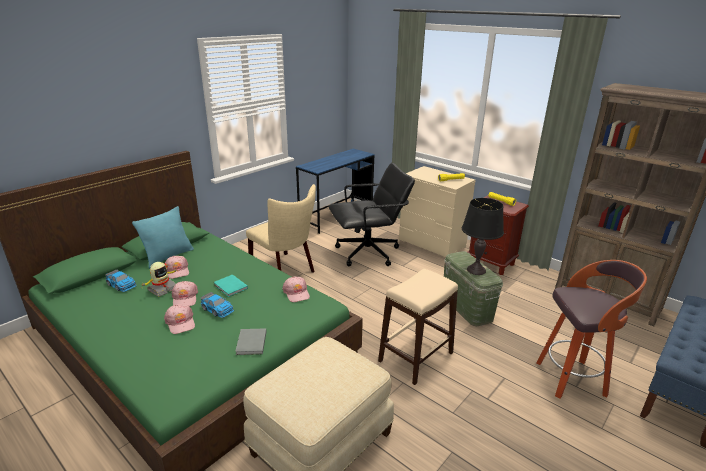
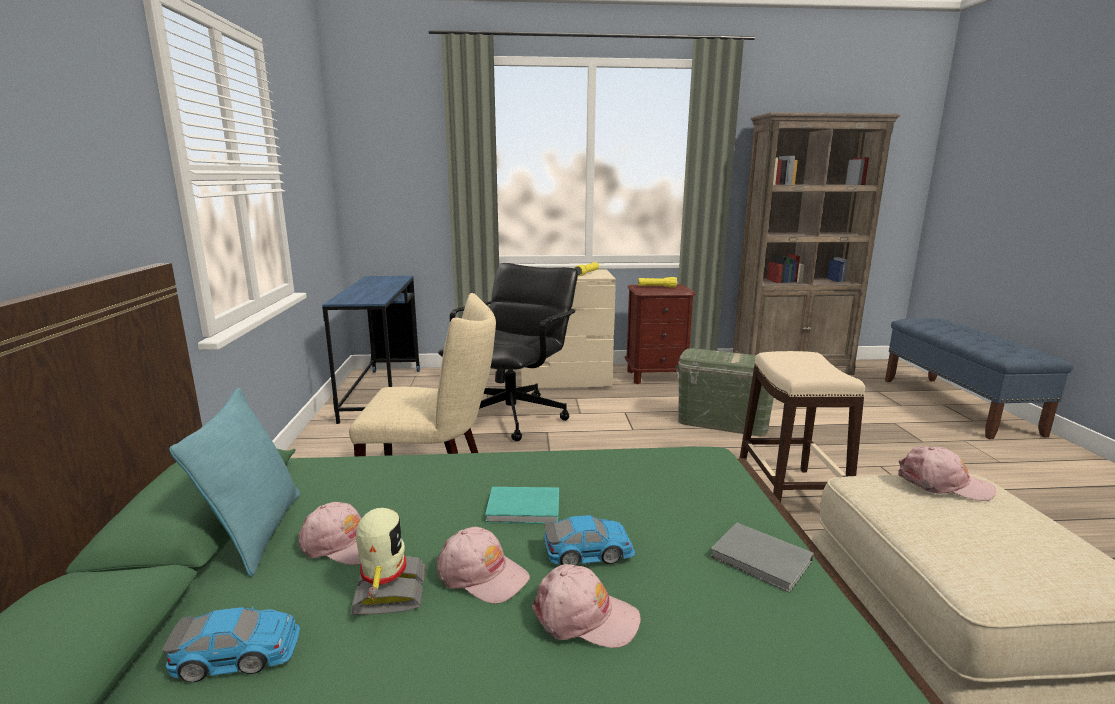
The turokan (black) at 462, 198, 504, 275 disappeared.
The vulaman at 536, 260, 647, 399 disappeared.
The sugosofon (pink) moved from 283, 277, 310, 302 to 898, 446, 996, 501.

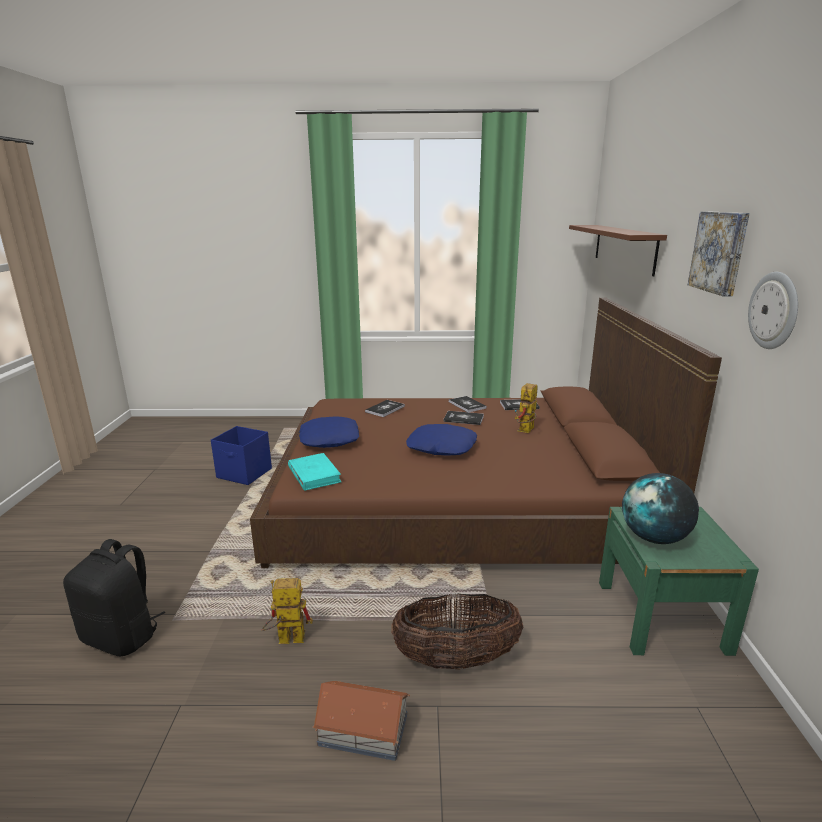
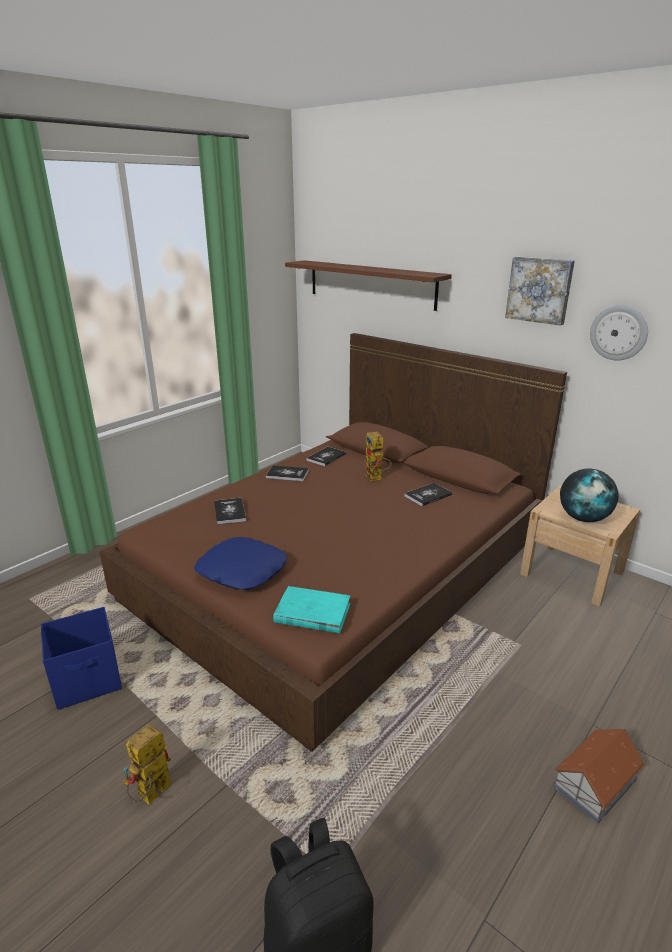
The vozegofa at 391, 593, 523, 669 disappeared.
The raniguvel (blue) at 406, 424, 477, 456 disappeared.
The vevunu moved from 262, 578, 313, 644 to 123, 724, 172, 805.
The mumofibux moved from 443, 411, 484, 425 to 404, 483, 452, 506.
The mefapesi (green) at 599, 507, 759, 656 became the mefapesi (beige) at 520, 485, 640, 607.

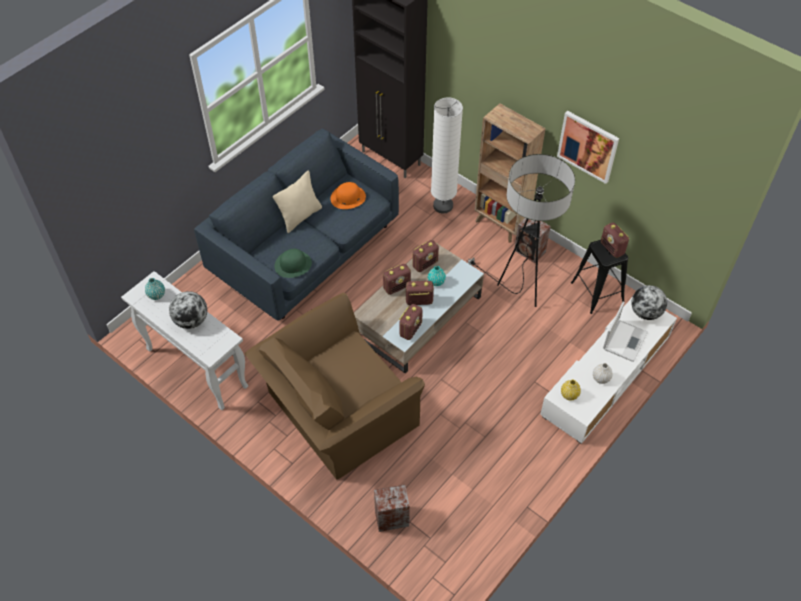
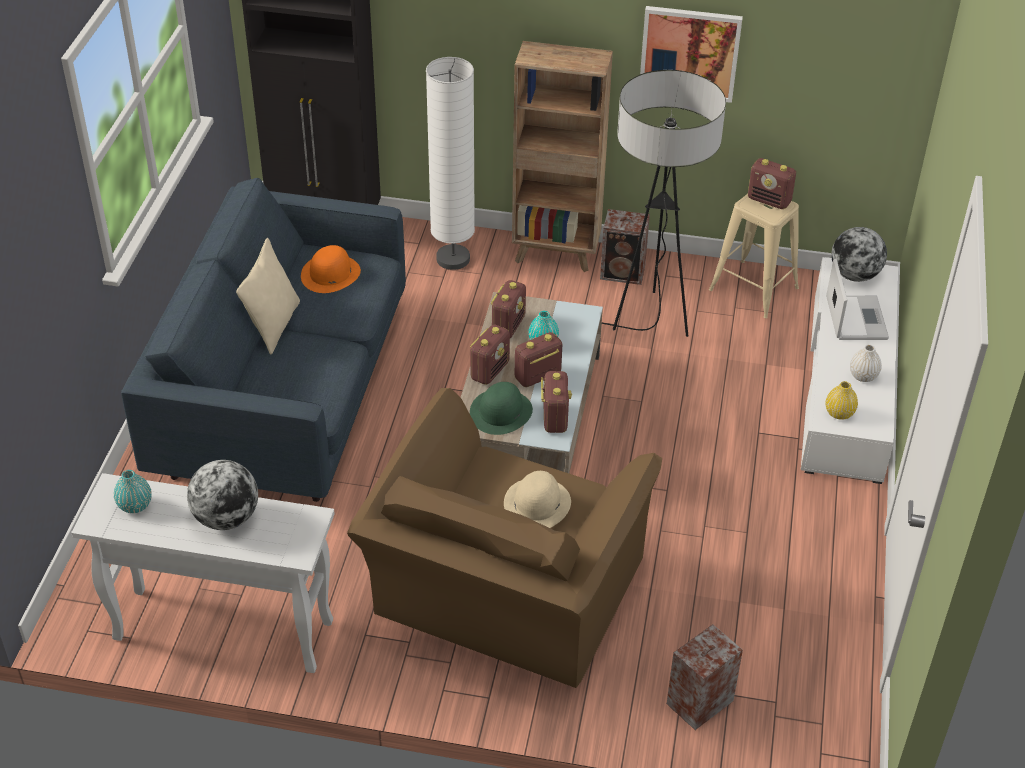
The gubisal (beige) at 504, 471, 571, 528 appeared.
The gubisal (green) moved from 275, 249, 312, 278 to 470, 382, 533, 435.
The vulaman (black) at 571, 240, 628, 314 became the vulaman (beige) at 709, 194, 799, 318.

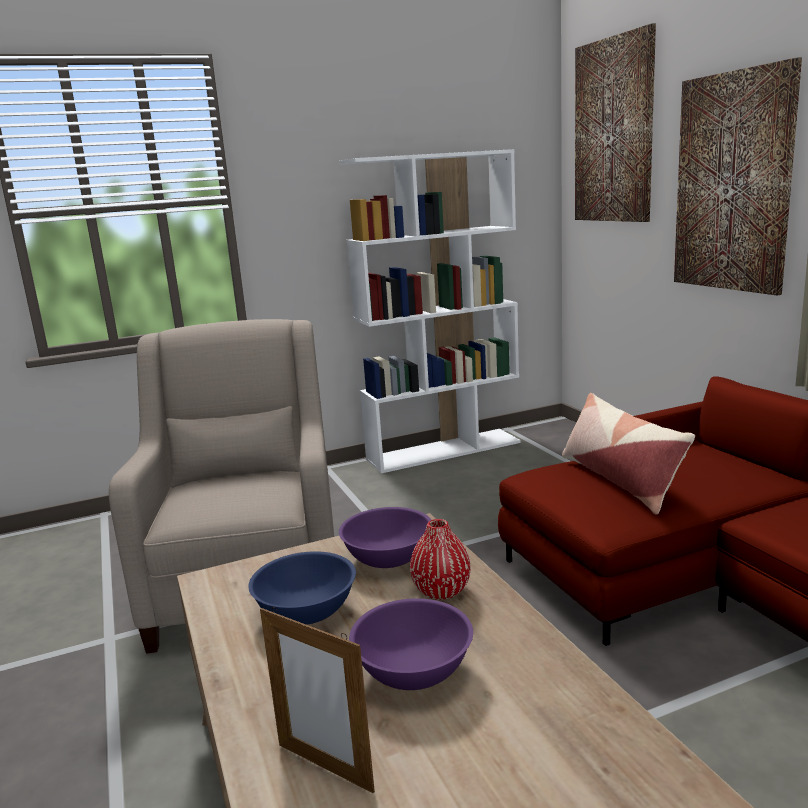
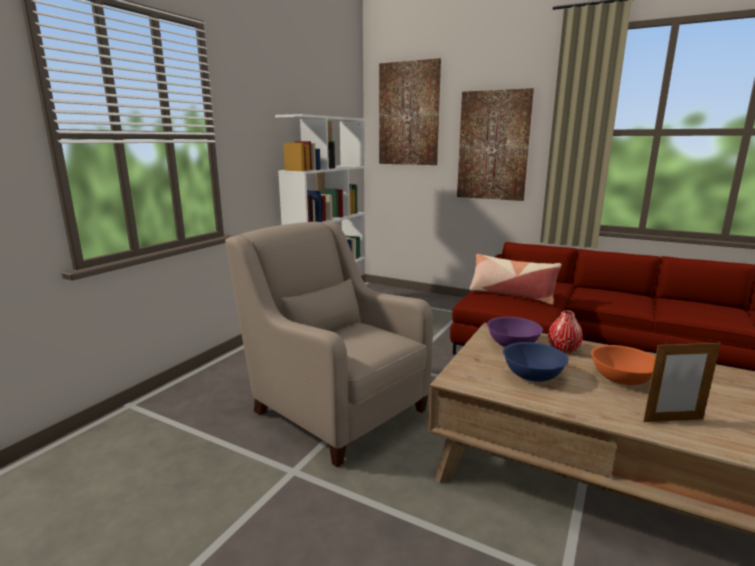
The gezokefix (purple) at 349, 598, 473, 690 became the gezokefix (orange) at 591, 345, 655, 385.

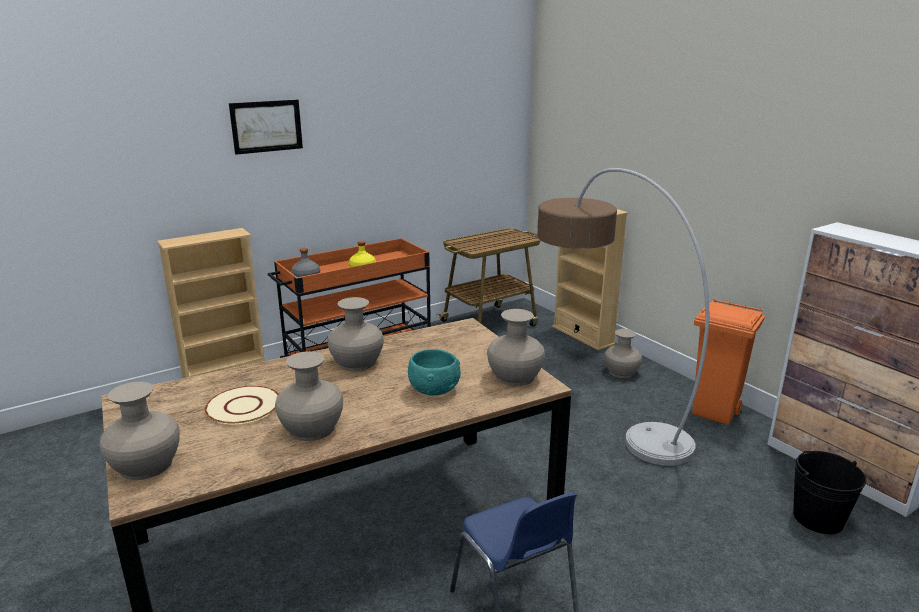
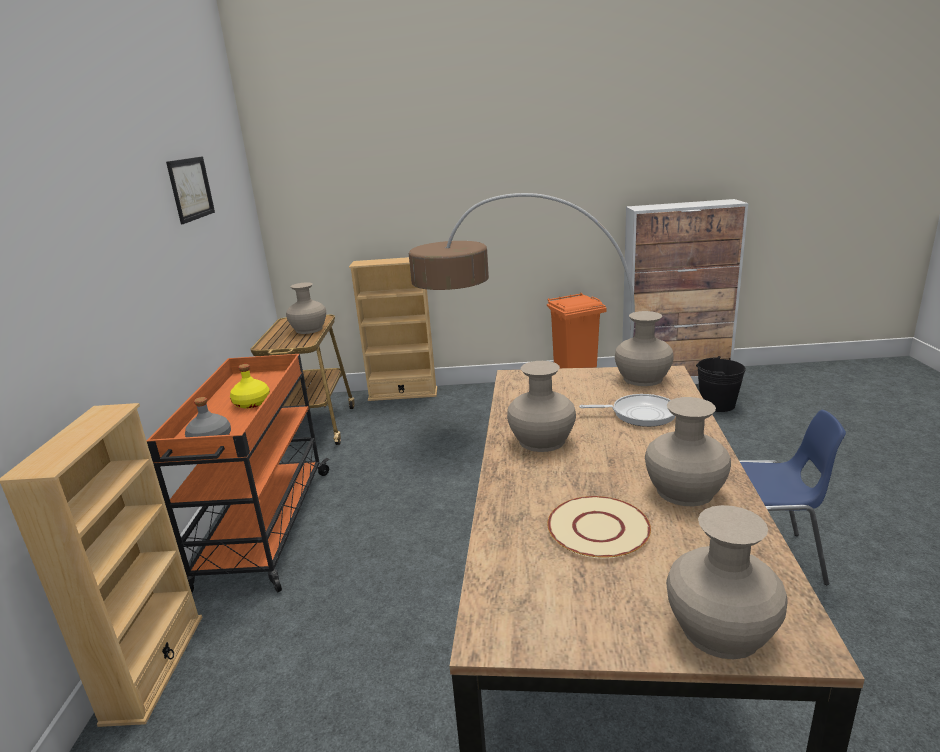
The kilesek moved from 229, 100, 303, 155 to 166, 157, 215, 224.
The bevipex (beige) moved from 604, 329, 642, 378 to 286, 282, 326, 334.
The gezokefix (turquoise) at 408, 349, 461, 395 was replaced by the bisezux at 579, 394, 676, 427.

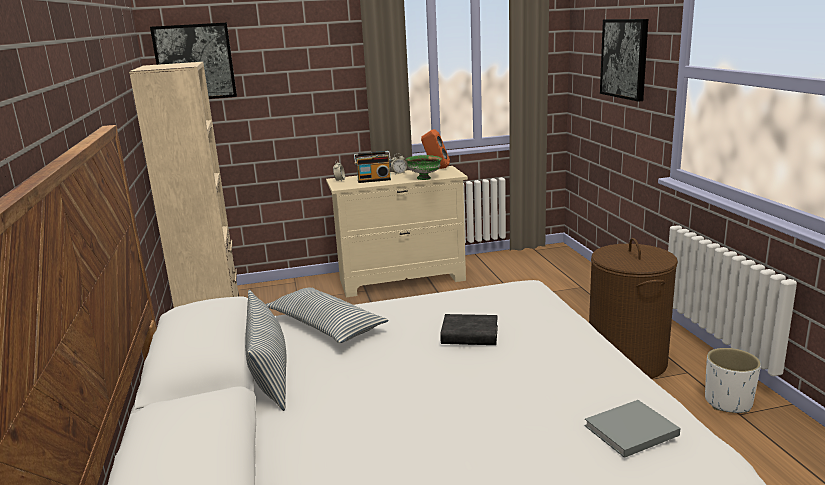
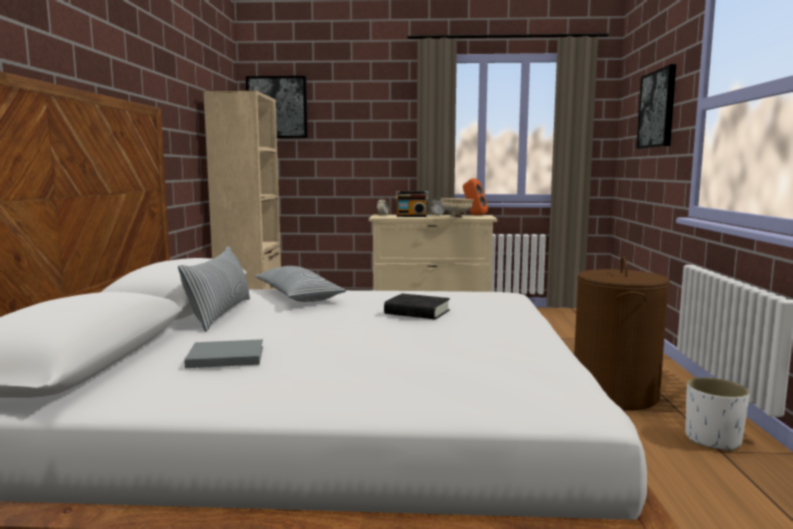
The mumofibux (grey) moved from 585, 400, 680, 458 to 184, 339, 263, 368.
The gezokefix (green) at 406, 155, 442, 180 became the gezokefix (beige) at 441, 198, 474, 218.

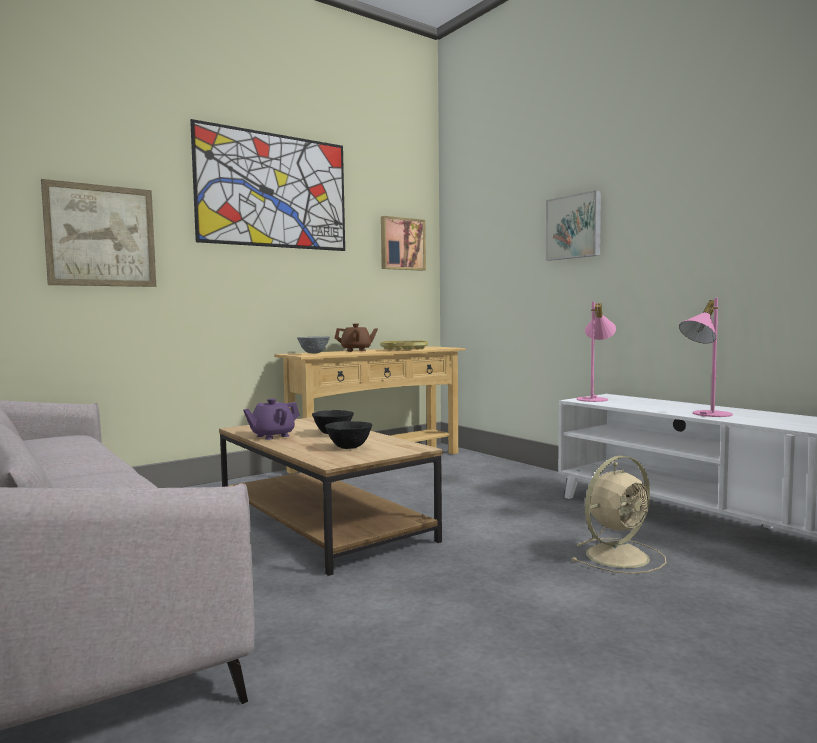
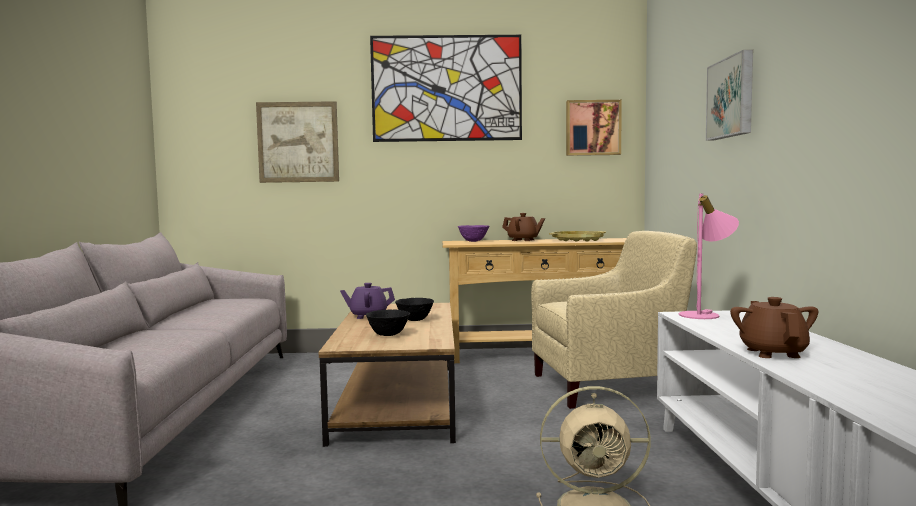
The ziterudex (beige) at 531, 231, 697, 409 appeared.
The turokan (pink) at 679, 298, 733, 417 was replaced by the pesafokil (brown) at 730, 297, 818, 358.
The gezokefix (grey) at 297, 336, 330, 354 became the gezokefix (purple) at 458, 225, 489, 242.

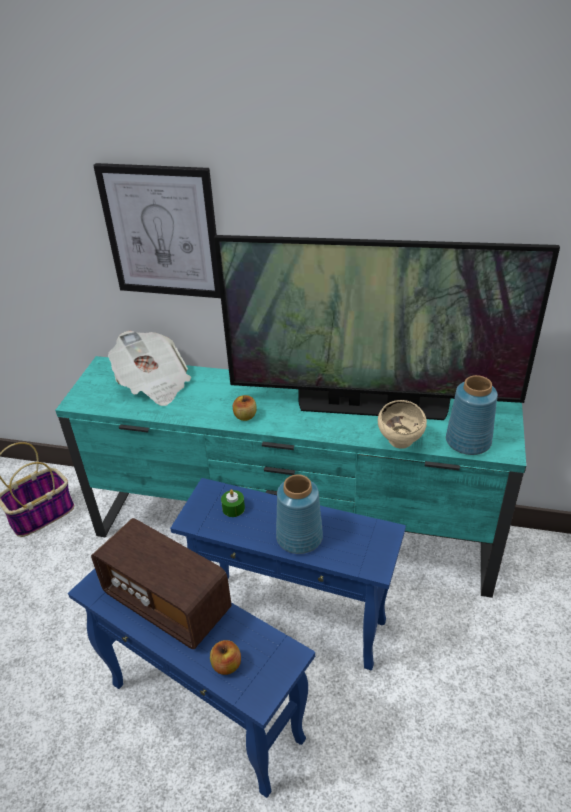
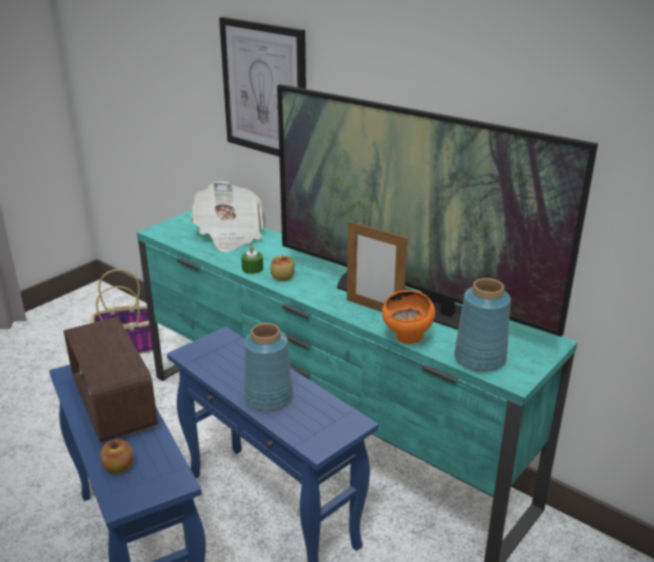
The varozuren at 347, 220, 408, 312 appeared.
The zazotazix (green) moved from 221, 489, 245, 517 to 241, 246, 263, 274.
The gezokefix (beige) at 378, 400, 427, 449 became the gezokefix (orange) at 382, 290, 435, 344.

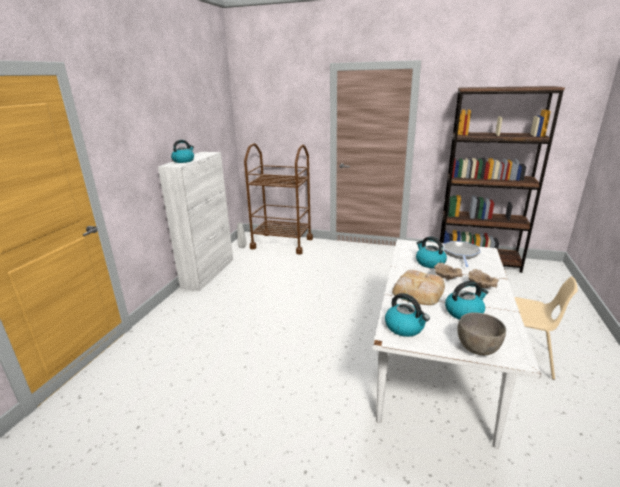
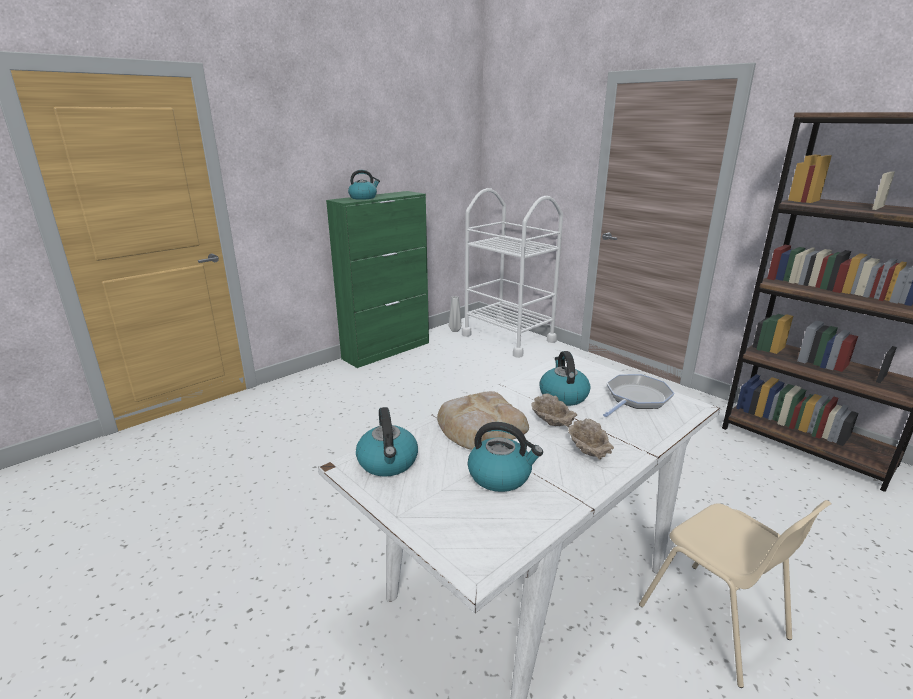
The gezokefix (grey) at 457, 312, 506, 355 disappeared.
The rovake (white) at 158, 152, 233, 291 became the rovake (green) at 326, 191, 429, 368.
The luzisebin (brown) at 244, 143, 313, 255 became the luzisebin (white) at 462, 188, 563, 358.

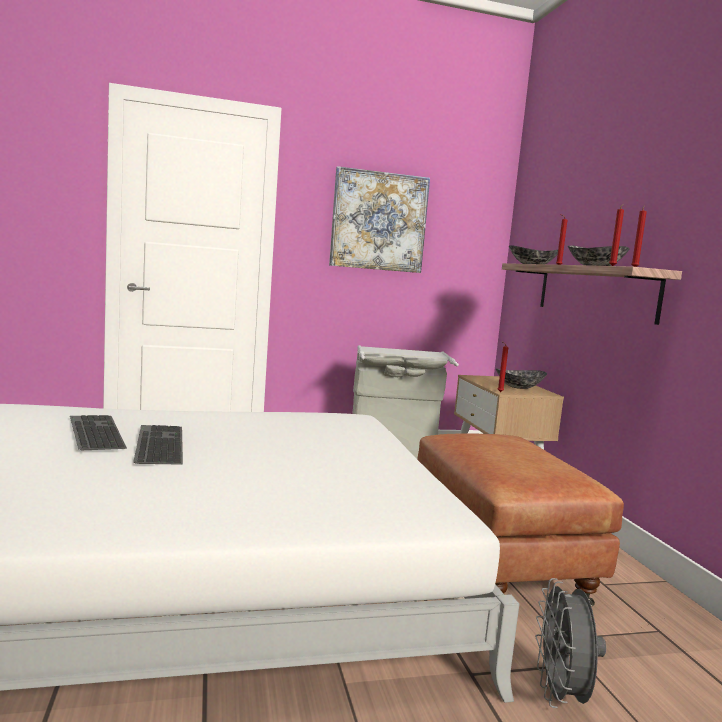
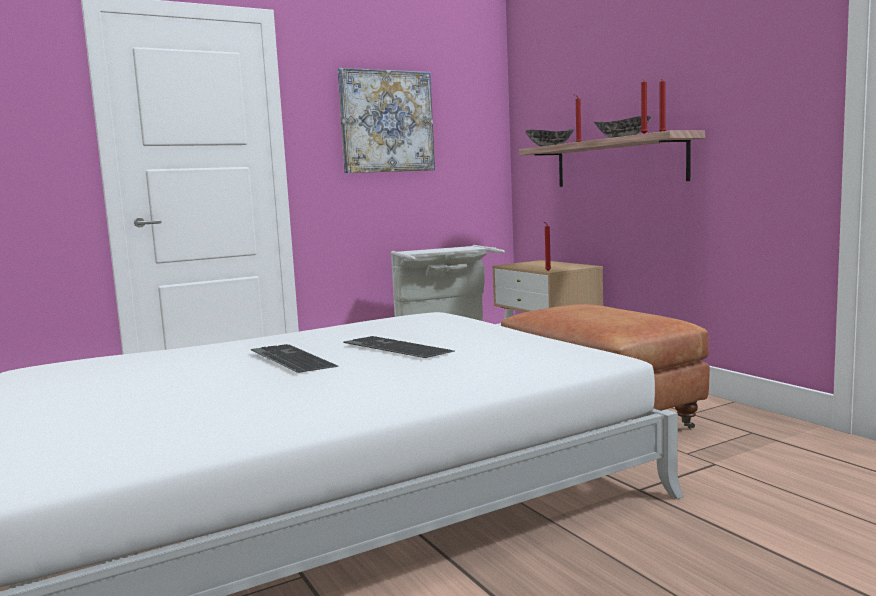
The gezokefix at 496, 368, 547, 389 disappeared.
The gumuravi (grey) at 535, 578, 606, 708 disappeared.
The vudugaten moved from 70, 415, 127, 450 to 344, 336, 454, 358.

